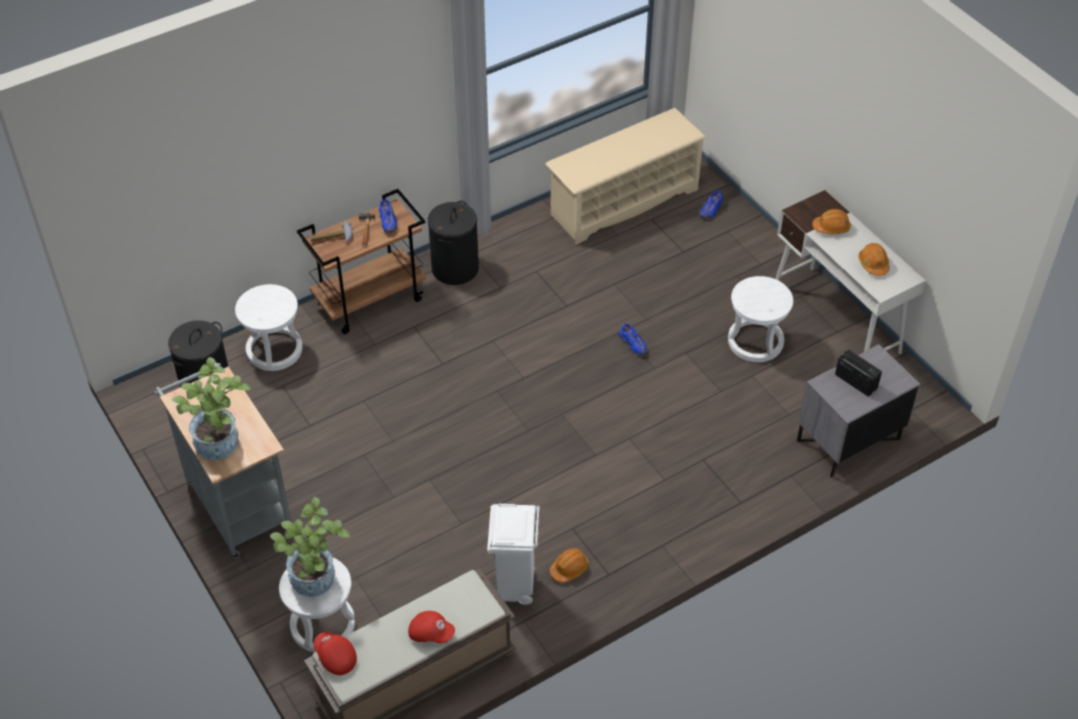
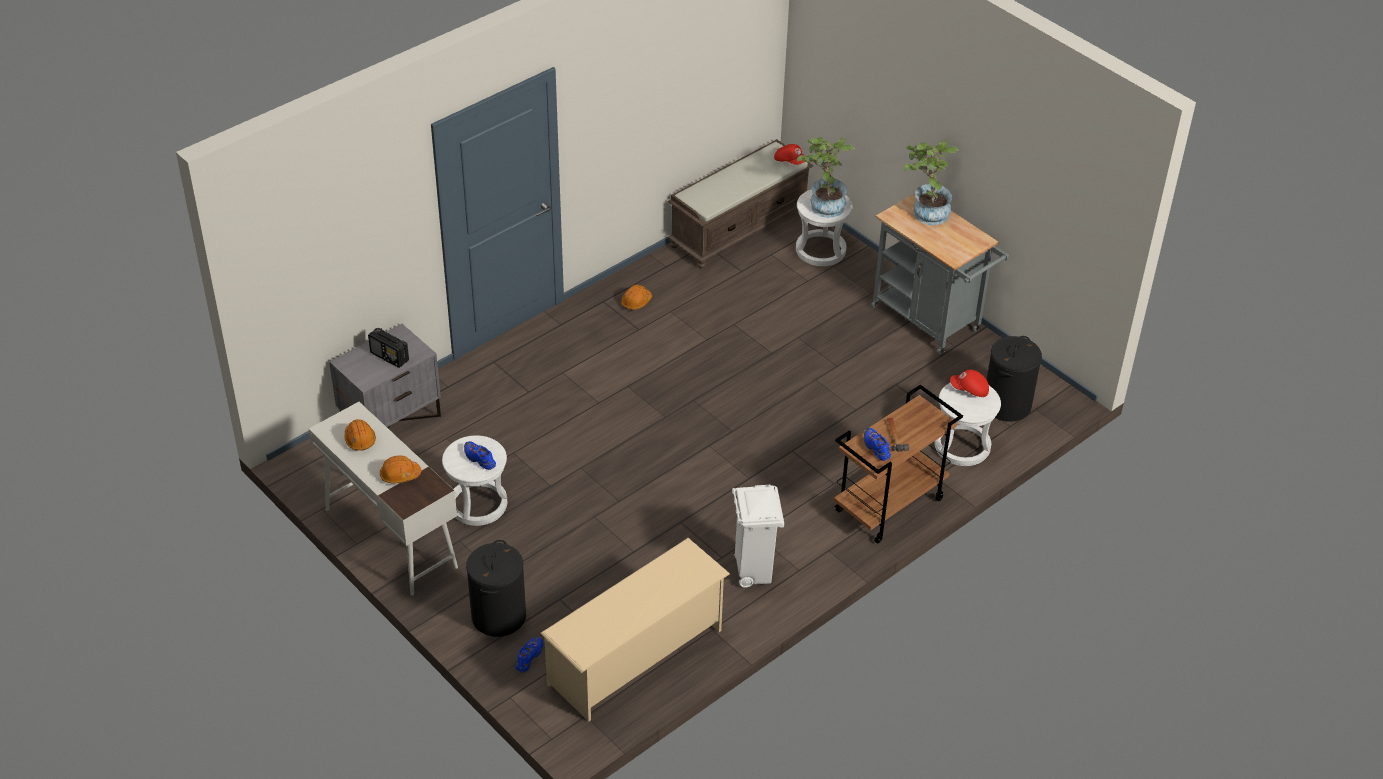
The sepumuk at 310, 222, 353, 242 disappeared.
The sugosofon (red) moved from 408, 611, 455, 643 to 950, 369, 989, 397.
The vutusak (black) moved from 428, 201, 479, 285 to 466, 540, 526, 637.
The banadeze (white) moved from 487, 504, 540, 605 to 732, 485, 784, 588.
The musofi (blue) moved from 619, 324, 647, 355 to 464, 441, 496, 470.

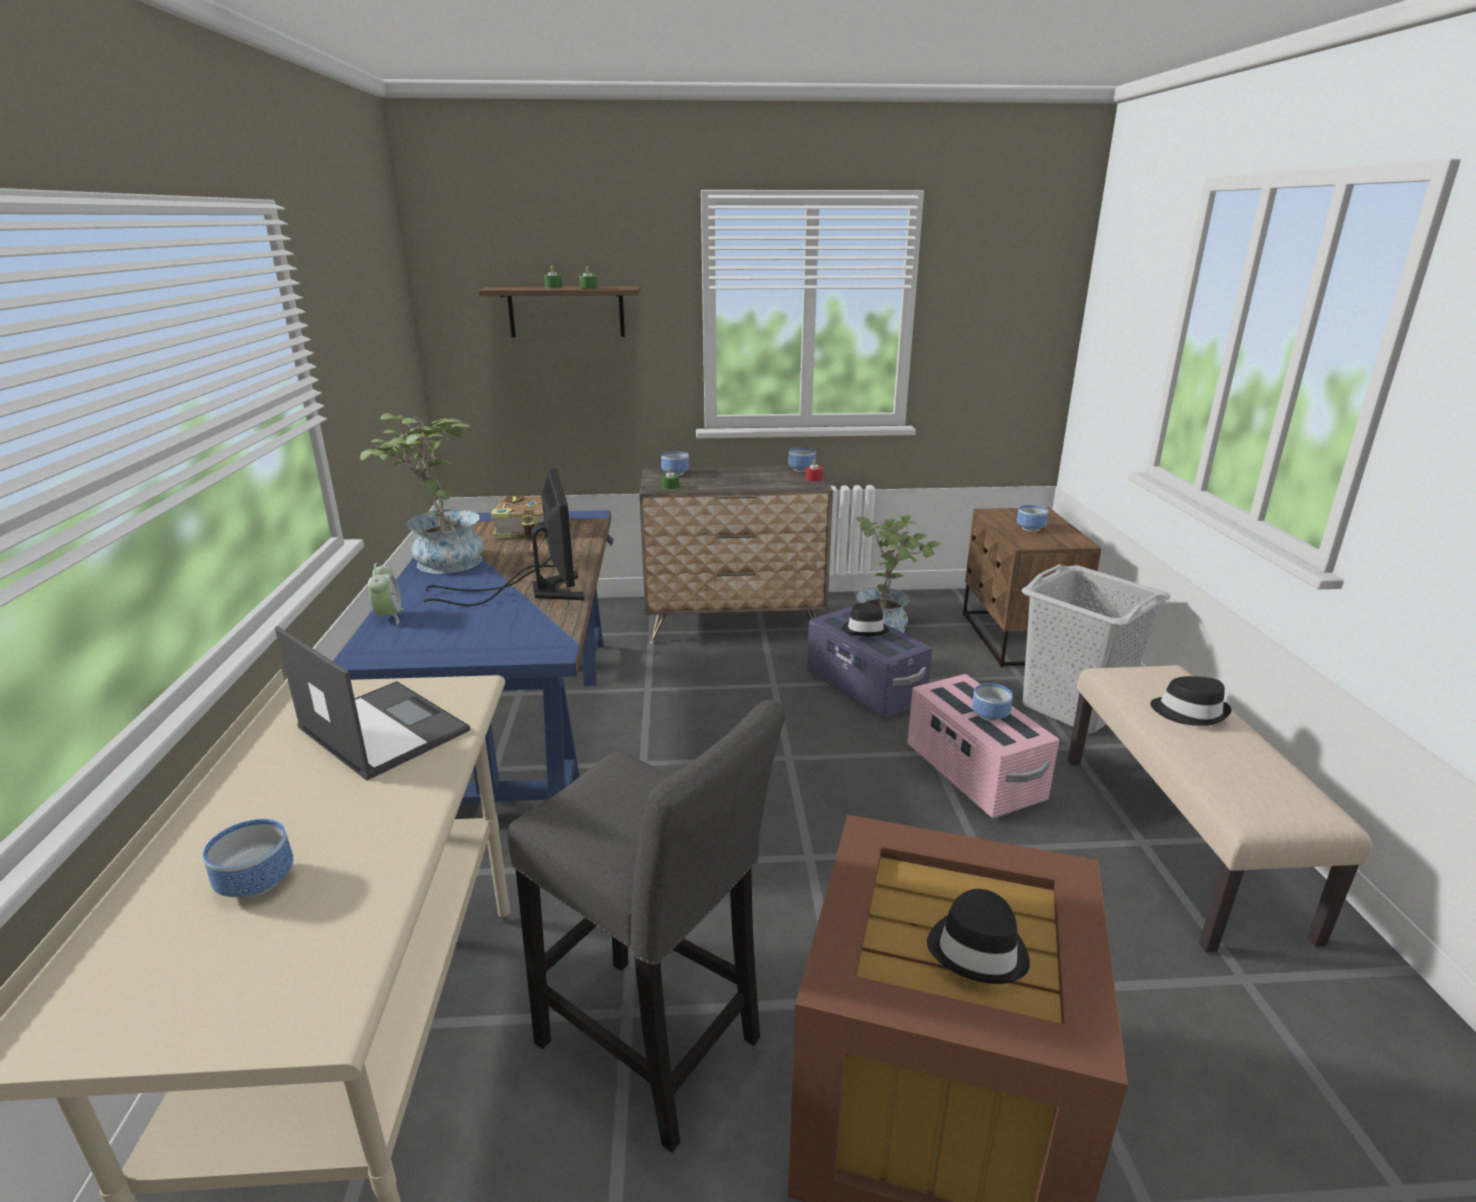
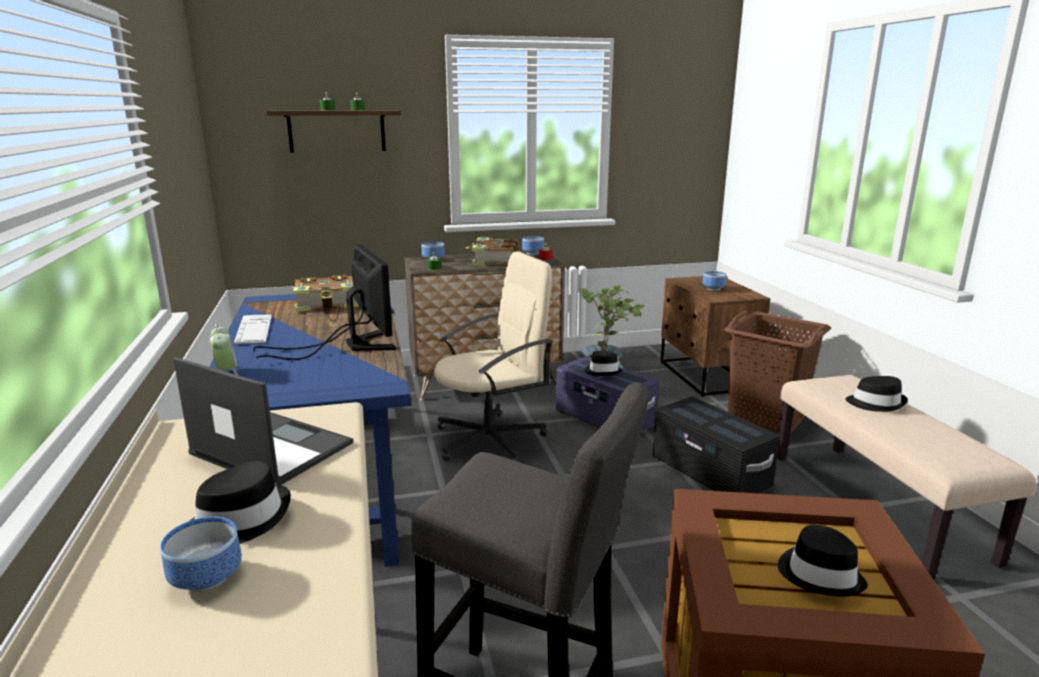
The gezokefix at 972, 683, 1013, 721 disappeared.
The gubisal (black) at 190, 461, 291, 544 appeared.
The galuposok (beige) at 434, 251, 554, 461 appeared.
The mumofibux at 466, 237, 519, 266 appeared.
The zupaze at 360, 413, 483, 574 was replaced by the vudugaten at 234, 315, 272, 344.
The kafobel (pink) at 907, 674, 1059, 818 became the kafobel (black) at 653, 397, 780, 493.
The vutusak (grey) at 1021, 564, 1170, 734 became the vutusak (brown) at 724, 311, 831, 435.

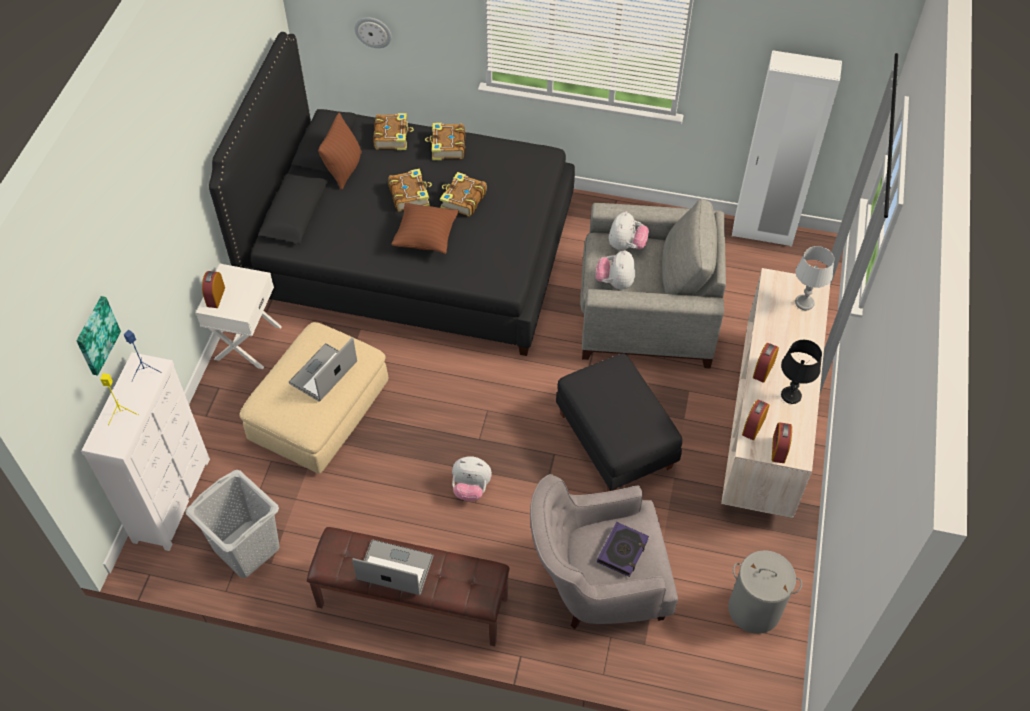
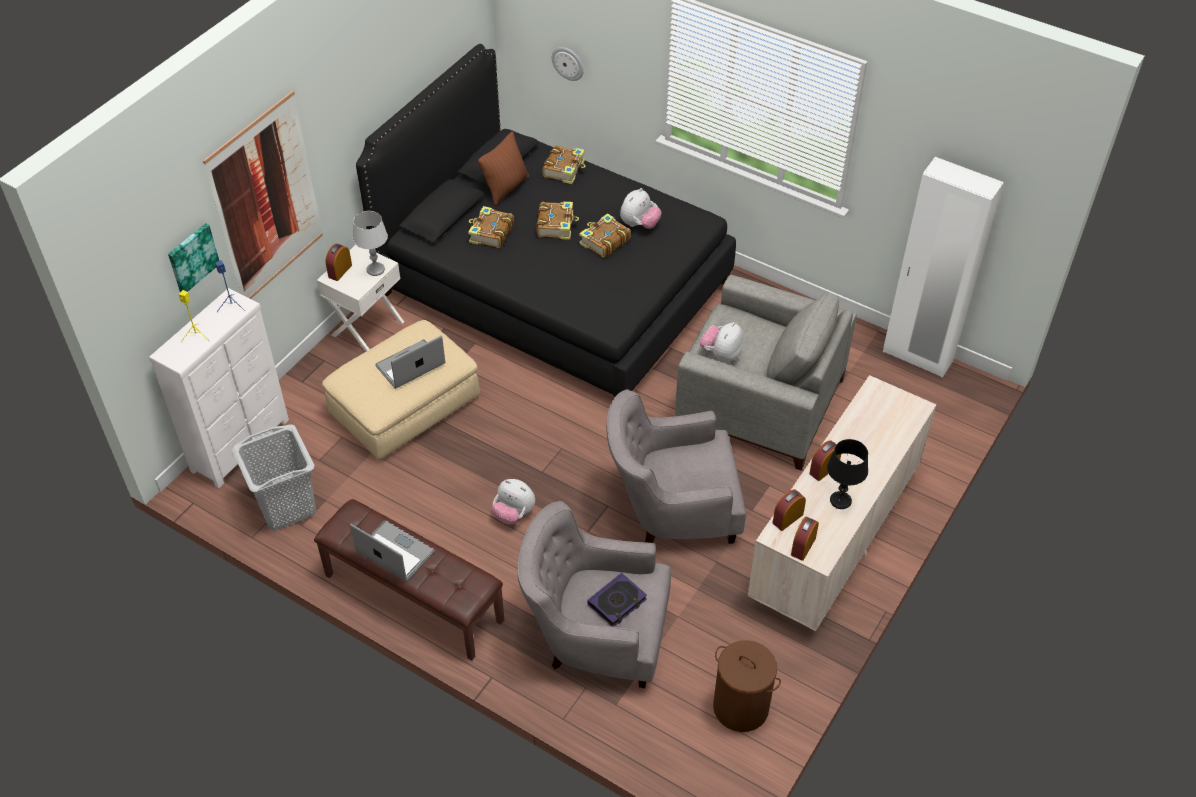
The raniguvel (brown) at 391, 202, 459, 254 disappeared.
The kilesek at 203, 91, 323, 299 appeared.
The mumofibux moved from 425, 123, 465, 160 to 468, 206, 514, 248.
The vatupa moved from 609, 211, 649, 250 to 620, 188, 661, 229.
The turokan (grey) moved from 795, 246, 834, 310 to 353, 211, 388, 276.
The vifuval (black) at 556, 353, 682, 491 was replaced by the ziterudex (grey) at 606, 390, 746, 544.
The vutusak (grey) at 728, 550, 802, 634 became the vutusak (brown) at 713, 640, 781, 732.

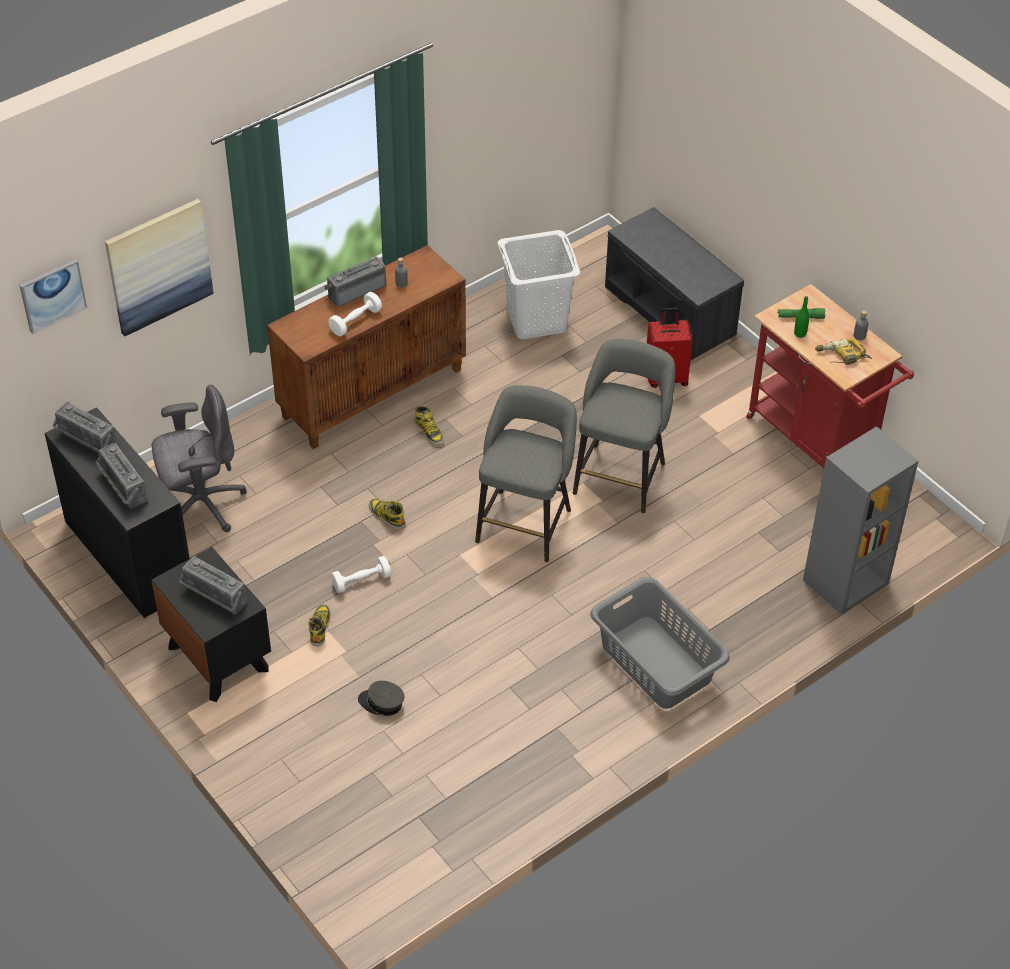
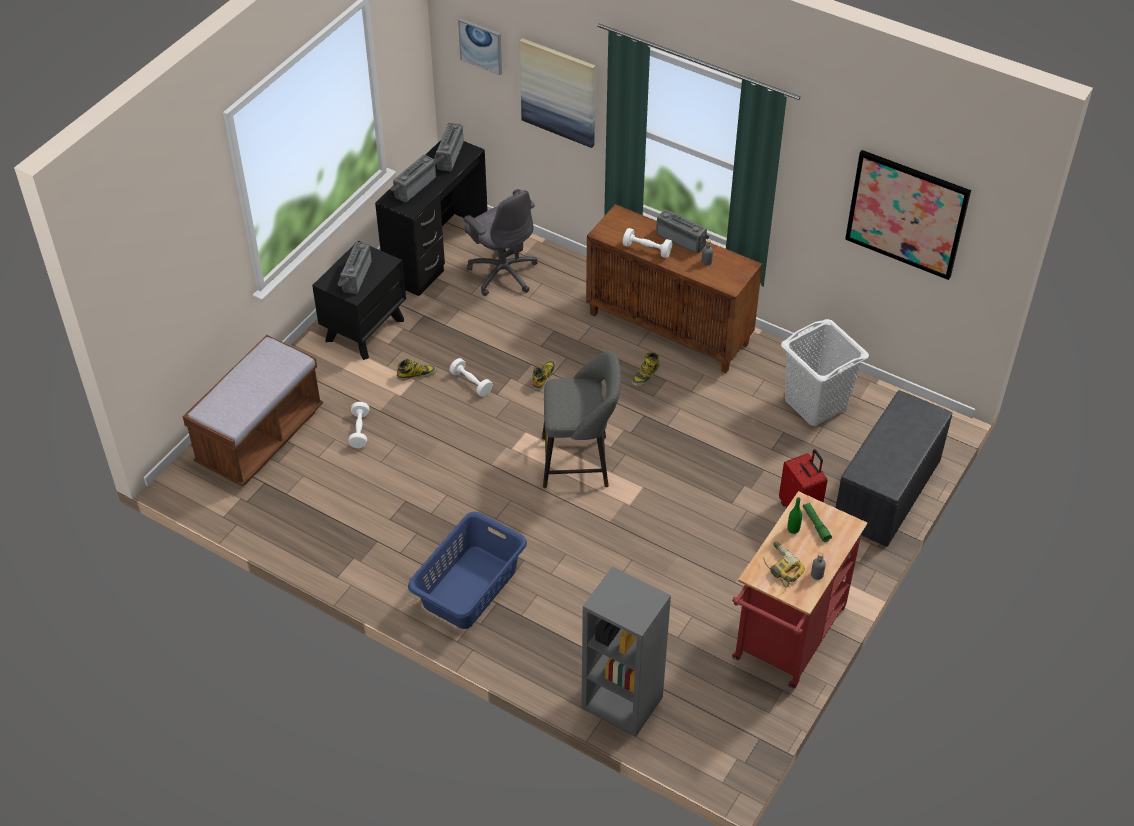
The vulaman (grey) at 573, 339, 675, 513 disappeared.
The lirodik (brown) at 183, 335, 323, 487 appeared.
The kilesek at 845, 150, 971, 280 appeared.
The sugosofon (grey) at 358, 681, 404, 716 was replaced by the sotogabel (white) at 348, 402, 370, 448.
The vutusak (grey) at 590, 577, 730, 709 became the vutusak (blue) at 408, 512, 527, 629.

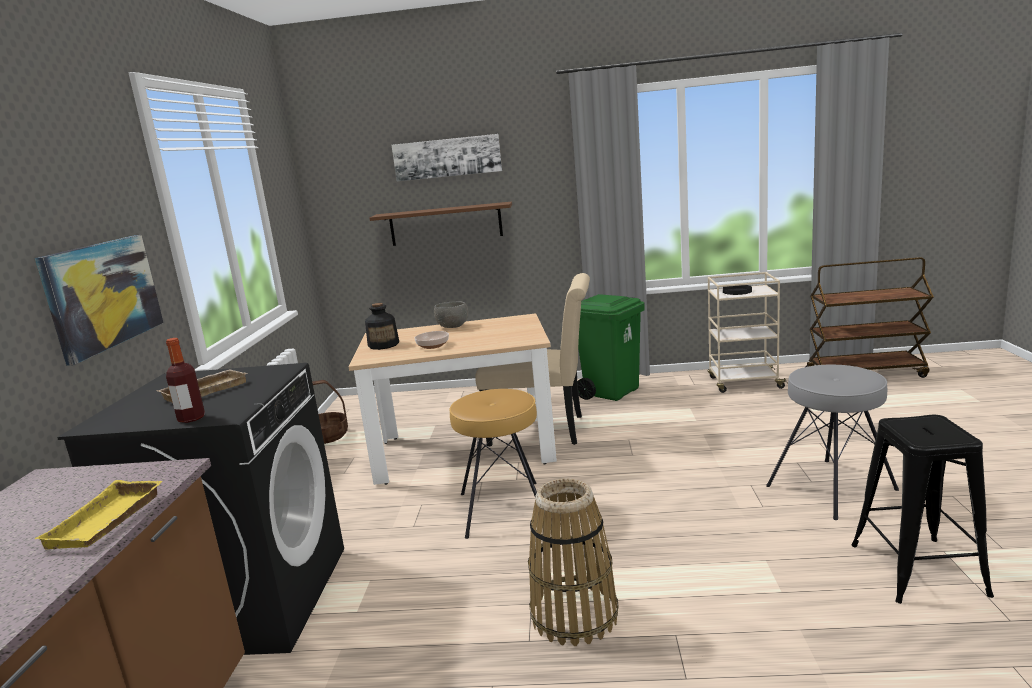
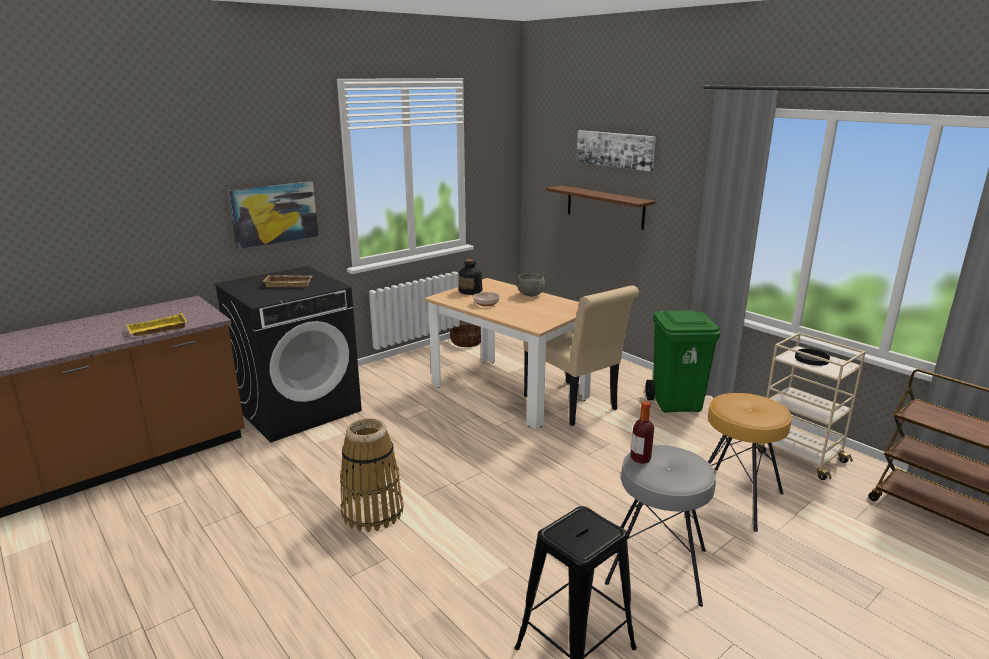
The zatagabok moved from 166, 338, 205, 423 to 631, 401, 654, 464.
The vulaman (brown) moved from 449, 389, 537, 539 to 708, 393, 792, 532.

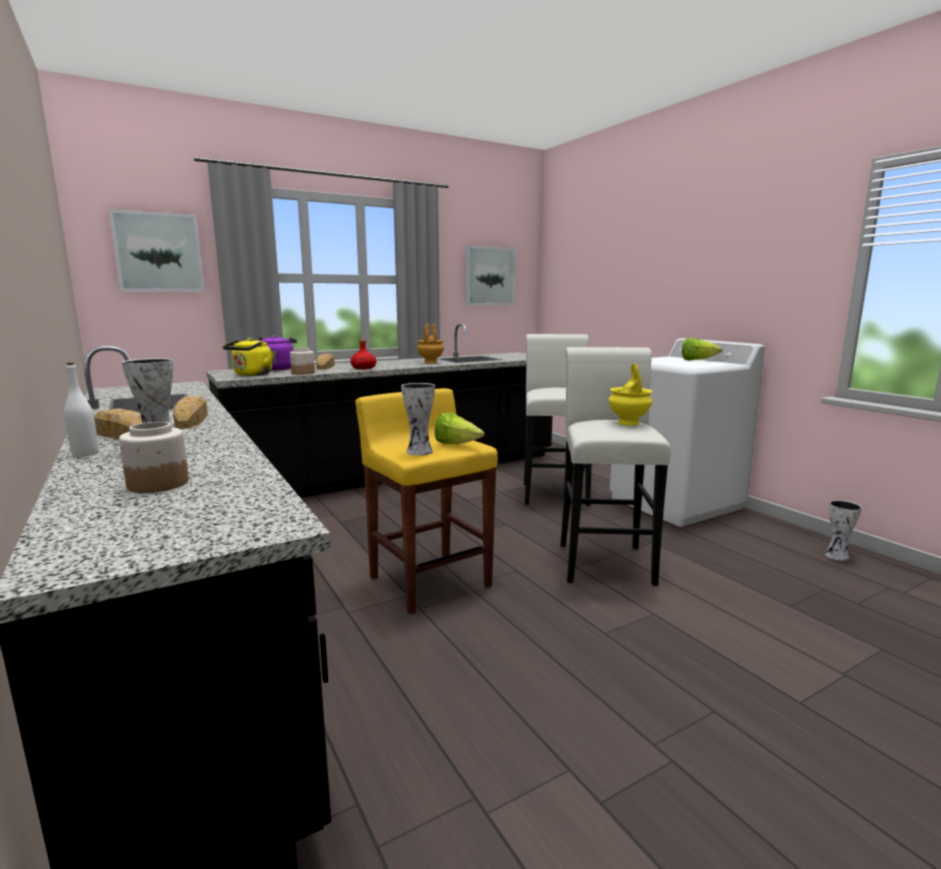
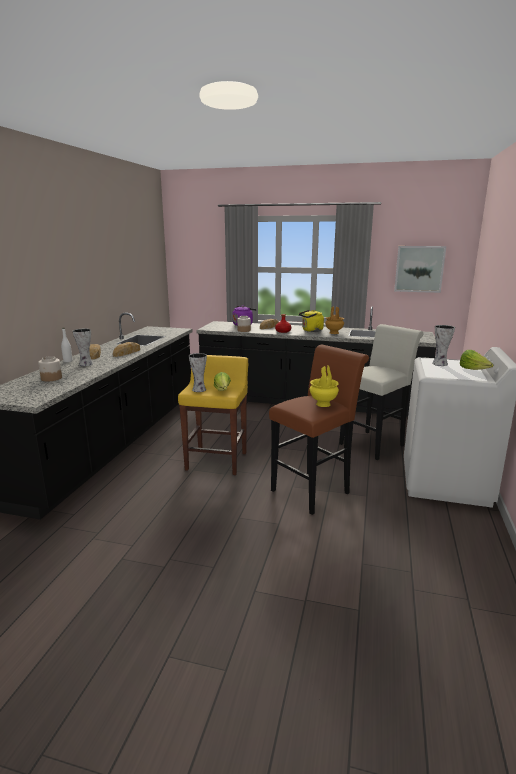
The kilesek at 109, 209, 205, 292 disappeared.
The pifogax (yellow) moved from 223, 338, 273, 376 to 299, 310, 324, 332.
The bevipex moved from 825, 500, 862, 561 to 432, 325, 455, 366.
The vulaman (white) at 560, 347, 671, 586 became the vulaman (brown) at 269, 345, 369, 515.

